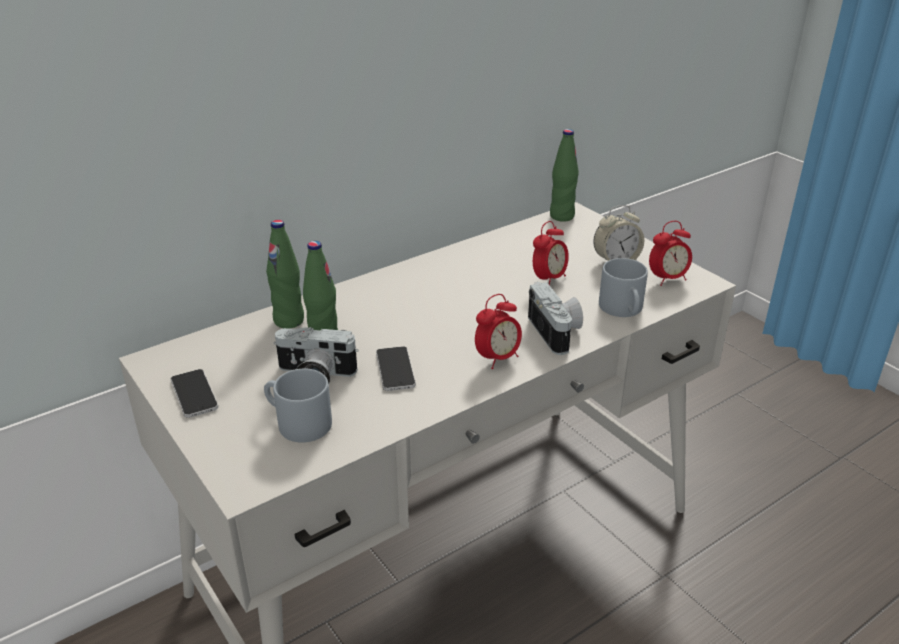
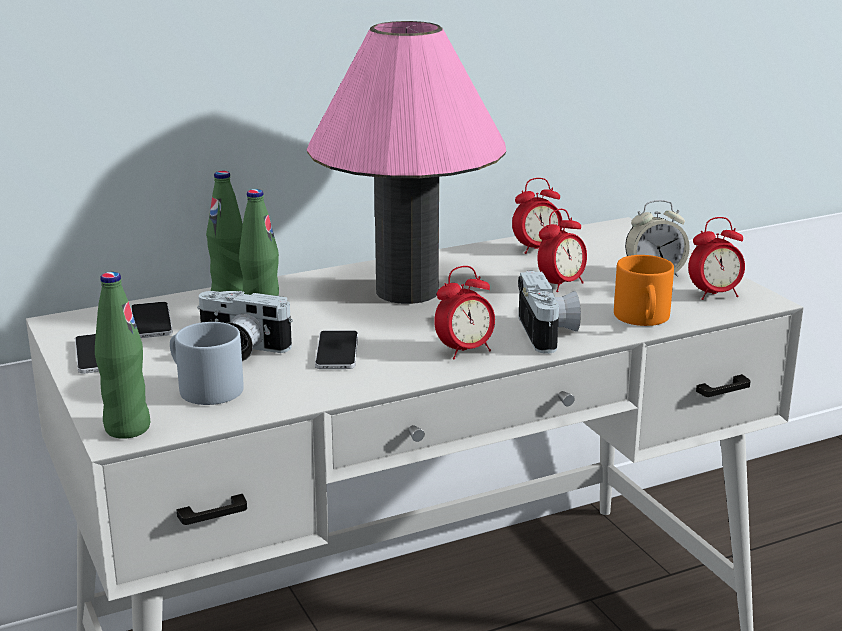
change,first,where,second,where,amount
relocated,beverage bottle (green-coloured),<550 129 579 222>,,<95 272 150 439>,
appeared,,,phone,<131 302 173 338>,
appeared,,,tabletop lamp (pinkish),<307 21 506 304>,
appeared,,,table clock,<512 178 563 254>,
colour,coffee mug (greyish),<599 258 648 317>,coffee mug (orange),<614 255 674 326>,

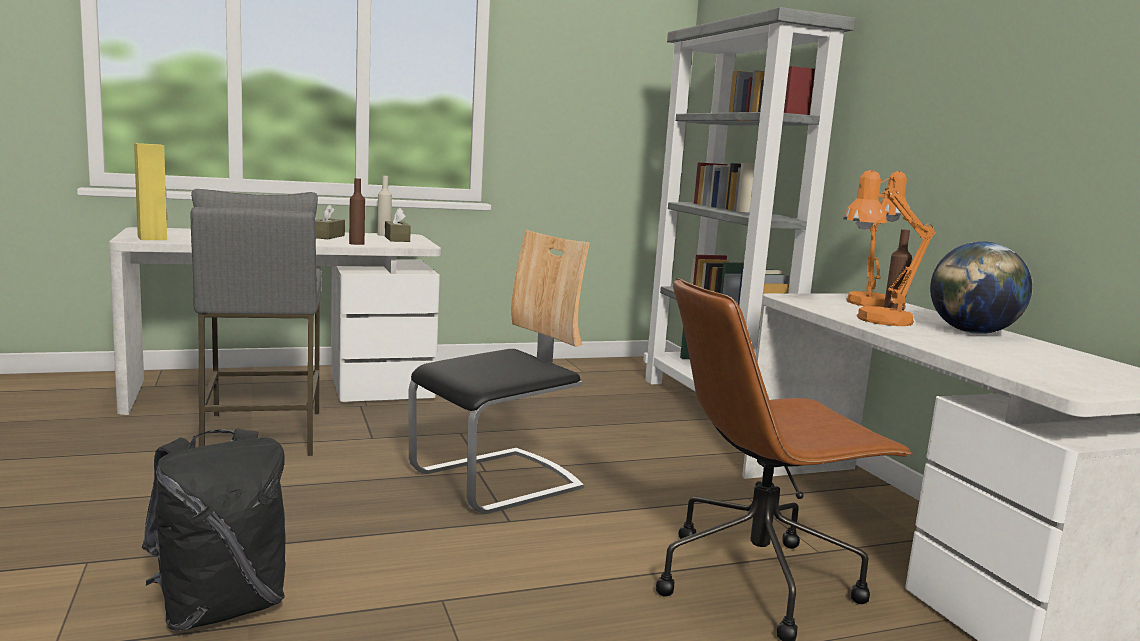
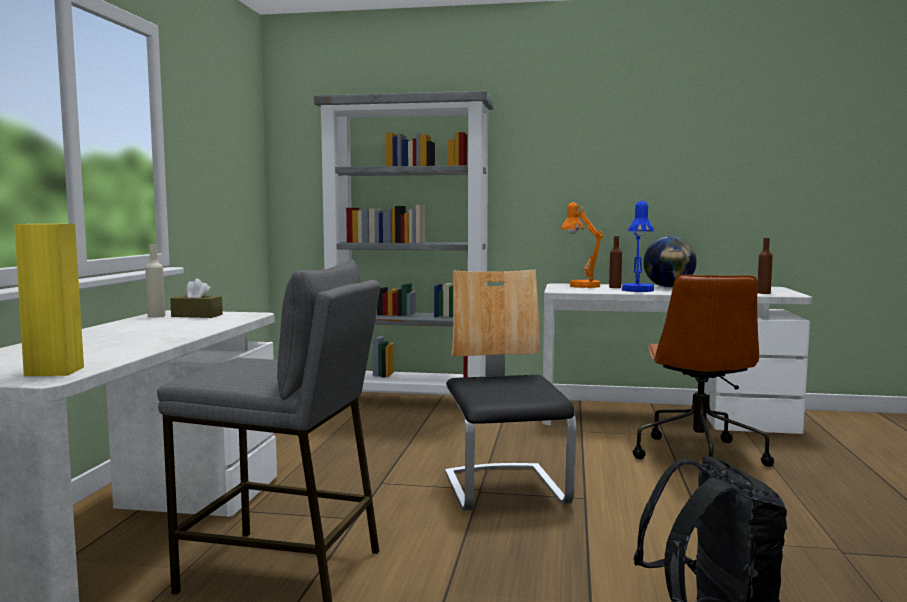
change,first,where,second,where,amount
colour,tabletop lamp (orange),<843 170 936 326>,tabletop lamp (blue-coloured),<622 201 654 292>,
relocated,beverage bottle (brown-coloured),<349 178 365 245>,,<757 238 773 294>,
missing,box of tissues (brown-coloured),<315 204 345 239>,,,

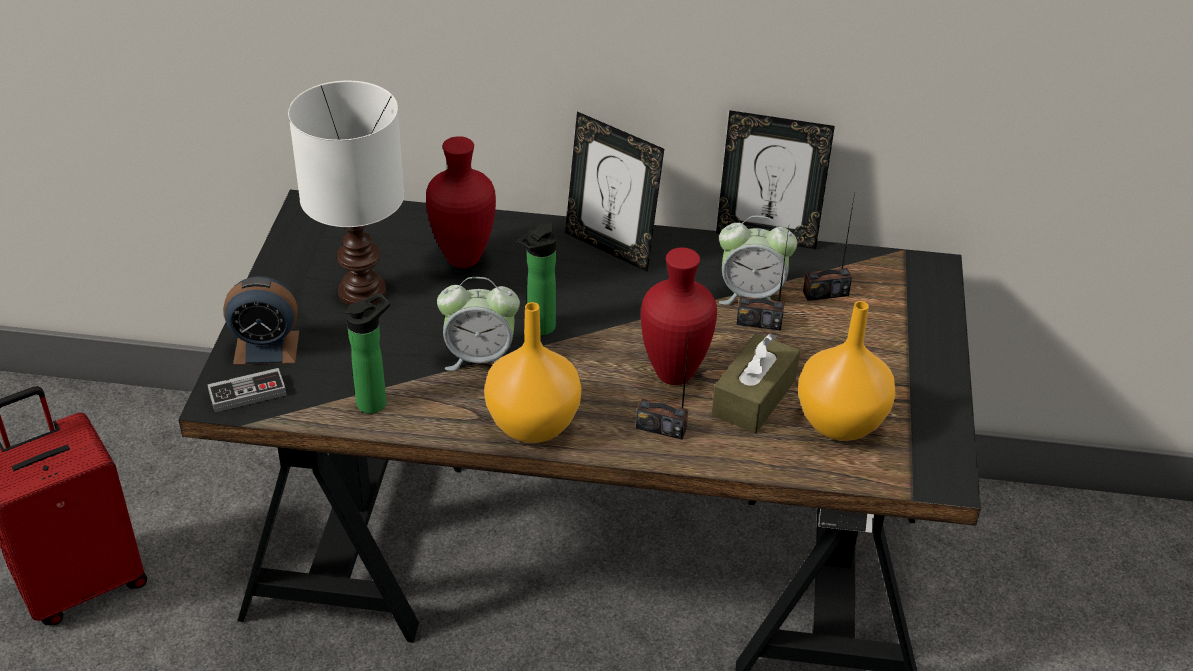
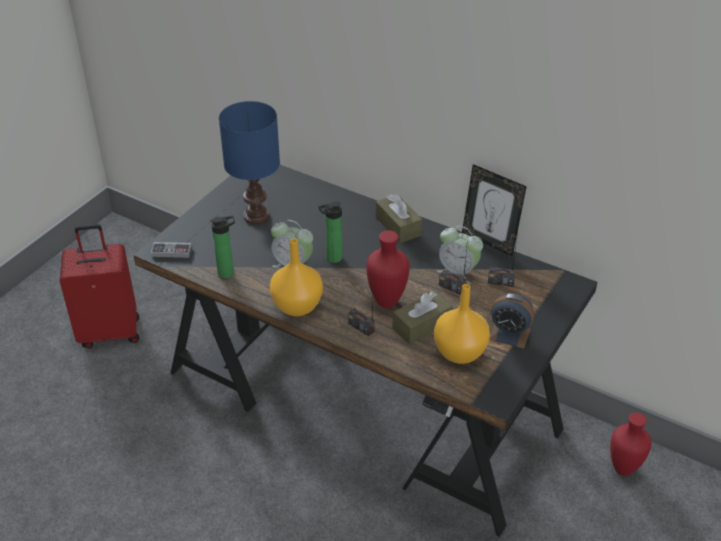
change,first,where,second,where,amount
colour,tabletop lamp (whitish),<288 81 404 305>,tabletop lamp (blue-coloured),<219 101 280 224>,
exchanged,standing frame,<565 112 664 272>,box of tissues (brown-coloured),<376 194 422 243>,
relocated,table clock,<223 276 299 365>,,<489 293 535 349>,
relocated,flower vase (reddish),<426 136 496 268>,,<610 412 652 476>,

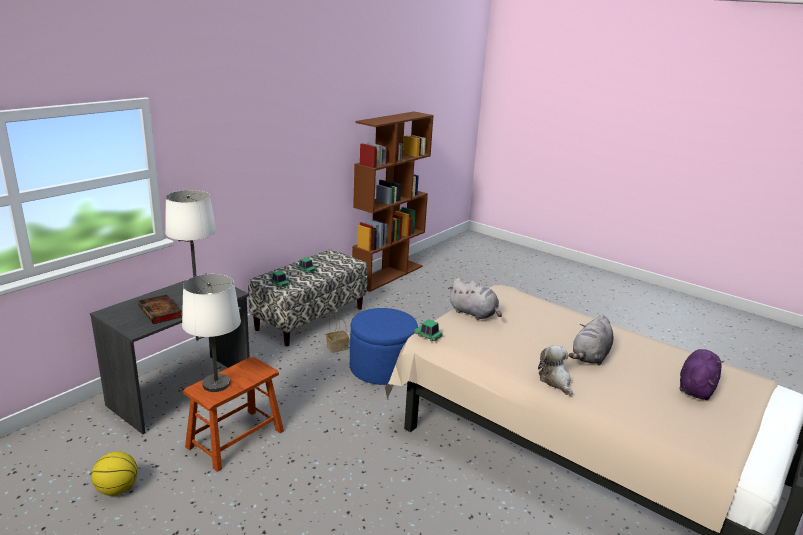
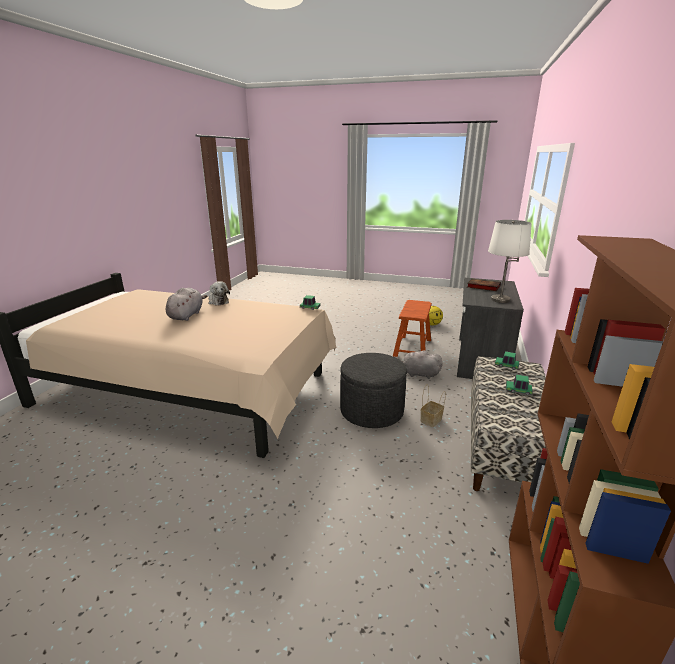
change,first,where,second,where,amount
colour,ottoman (blue-coloured),<350 308 418 385>,ottoman (greyish),<340 353 407 428>,
relocated,soft toy (greyish),<448 277 502 320>,,<397 350 442 379>,
missing,tabletop lamp (whitish),<182 274 241 392>,,,
missing,soft toy (purplish),<680 349 724 400>,,,

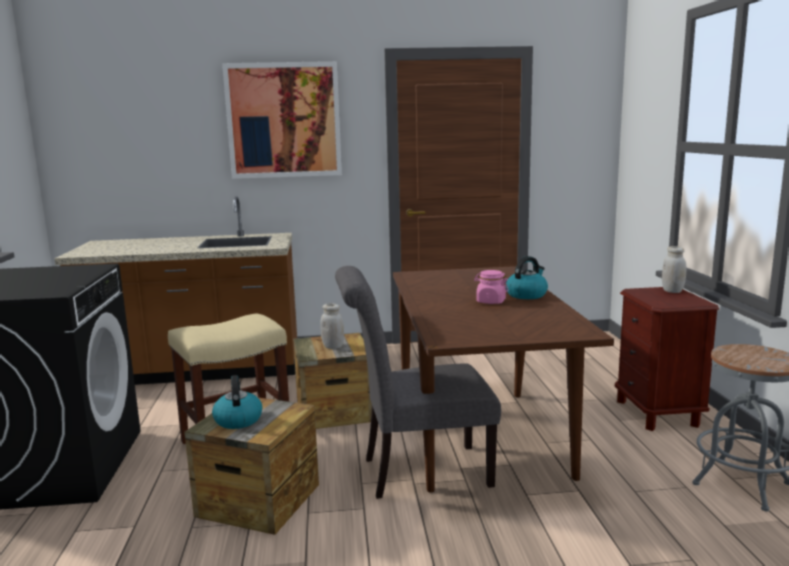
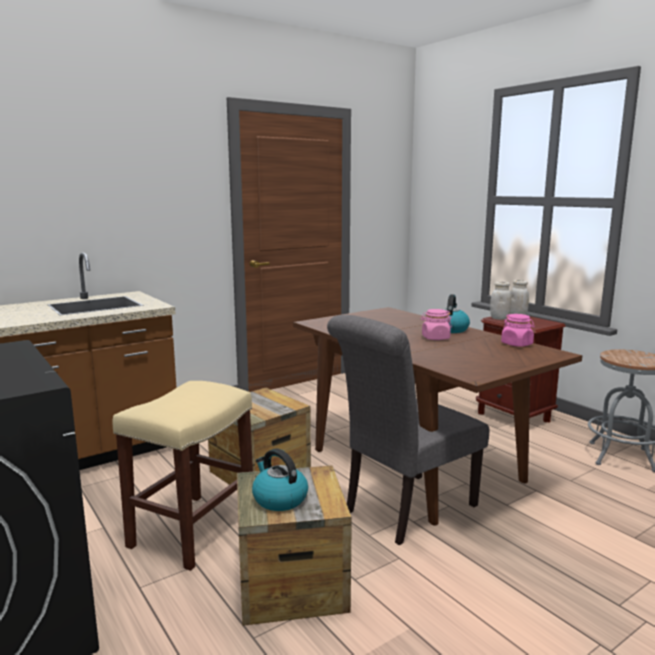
change,first,where,second,where,amount
relocated,jar (whitish),<320 303 344 349>,,<490 282 511 320>,
appeared,,,jar (pinkish),<501 314 535 347>,
missing,wall picture,<222 61 342 179>,,,

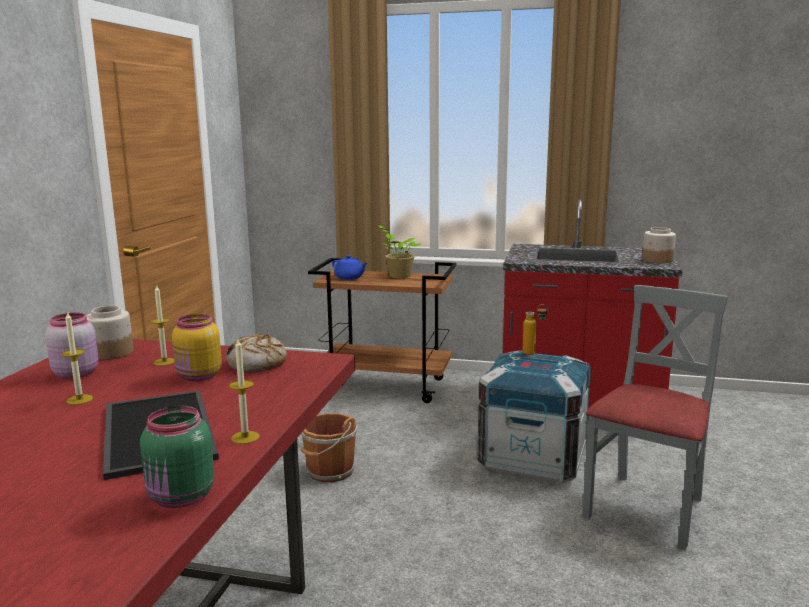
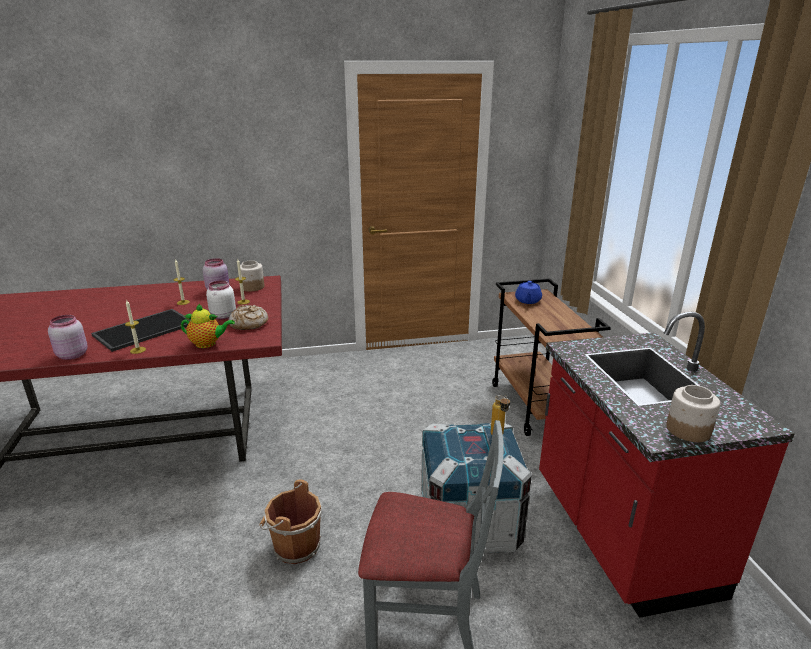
change,first,where,second,where,amount
colour,jar (green-coloured),<140 406 214 508>,jar (pinkish),<48 315 88 360>,
appeared,,,teapot,<181 304 235 348>,
colour,jar (yellow),<172 314 222 381>,jar (whitish),<206 280 236 319>,
relocated,water bucket (brown-coloured),<297 413 357 482>,,<259 479 322 564>,
missing,potted plant,<378 225 421 279>,,,

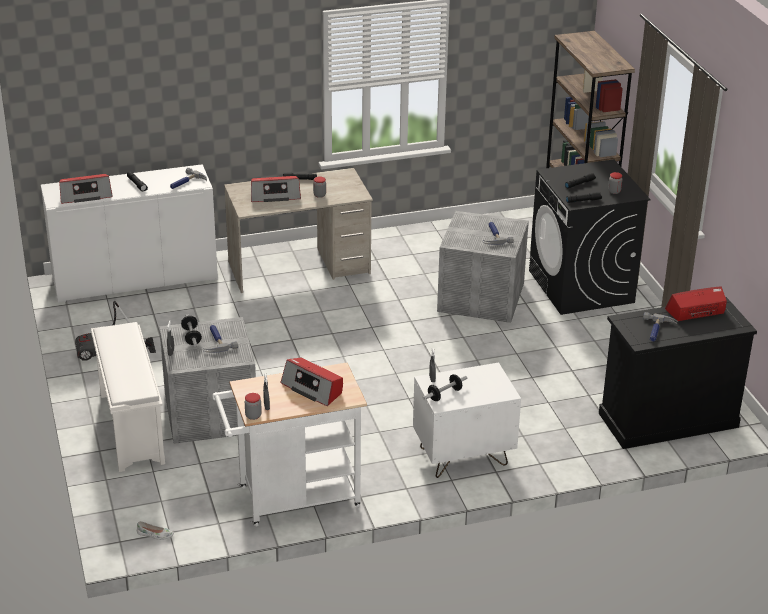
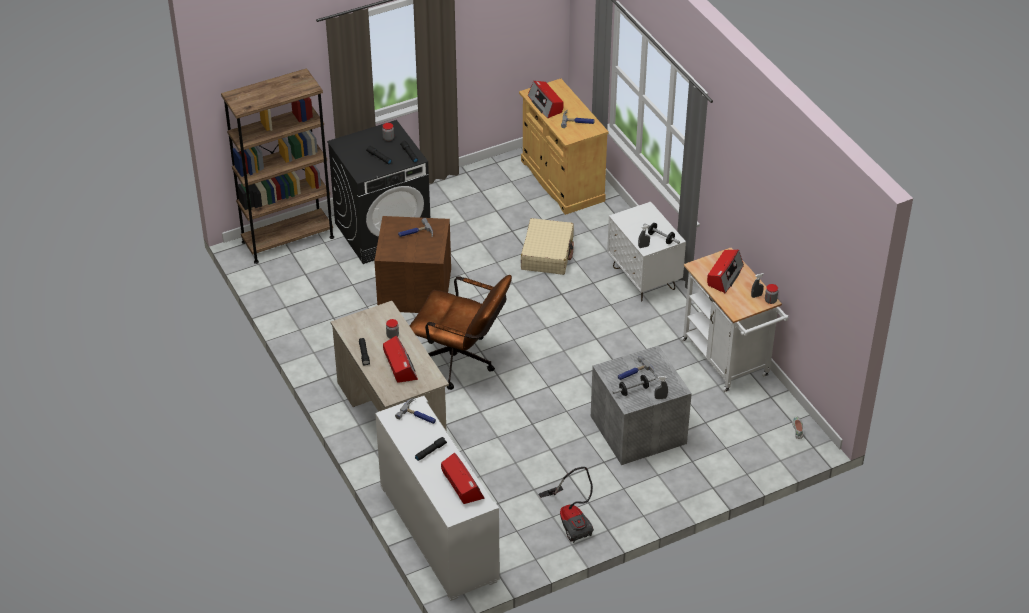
change,first,where,second,where,amount
colour,storage box (greyish),<437 211 529 323>,storage box (brown-coloured),<374 216 451 313>,
appeared,,,desk chair (brown-coloured),<410 275 512 390>,
colour,cabinet (black-coloured),<599 297 757 449>,cabinet (beige-coloured),<519 79 609 215>,
appeared,,,travel case (beige-coloured),<521 218 574 275>,
missing,shoe stand (whitish),<91 322 165 472>,,,

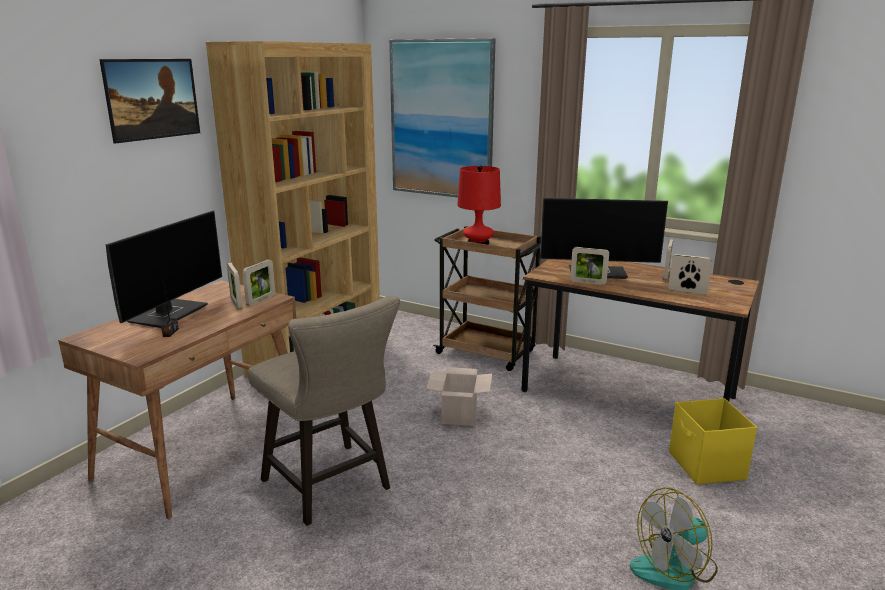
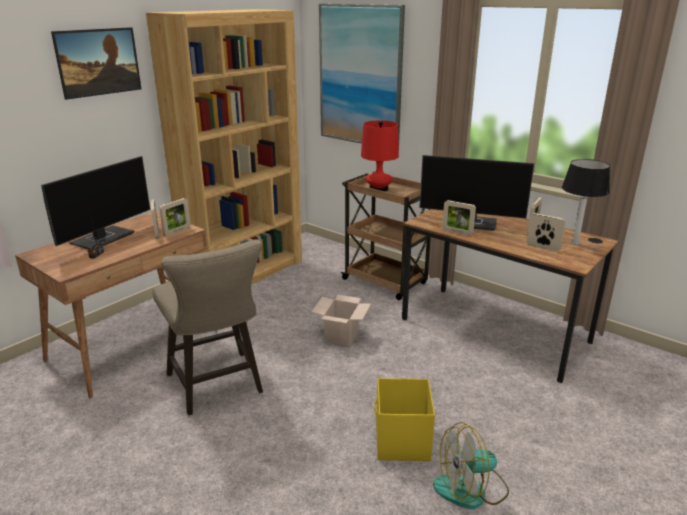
change,first,where,second,where,amount
relocated,storage box (yellow),<669 398 757 485>,,<374 378 435 461>,
appeared,,,tabletop lamp,<562 159 610 245>,

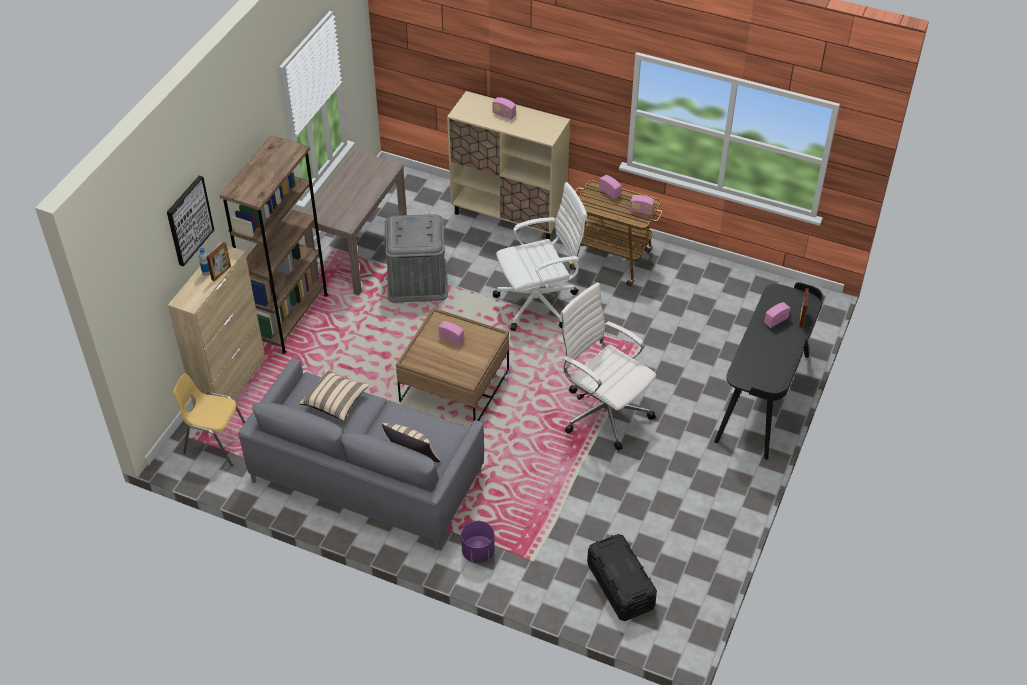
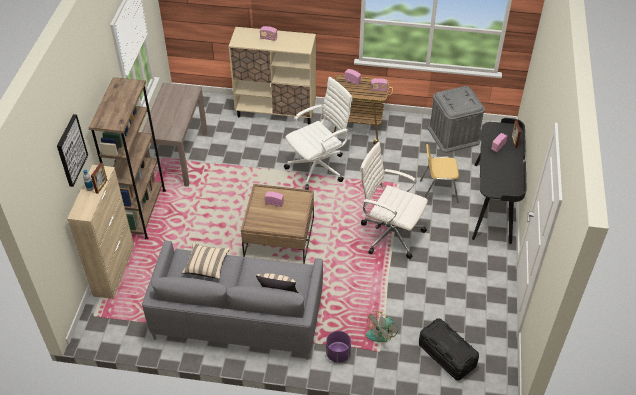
change,first,where,second,where,amount
appeared,,,cooling fan,<366 311 398 342>,
relocated,upright chair (yellow),<173 373 245 466>,,<420 144 459 203>,
relocated,storage box (greyish),<385 214 448 302>,,<428 86 485 153>,

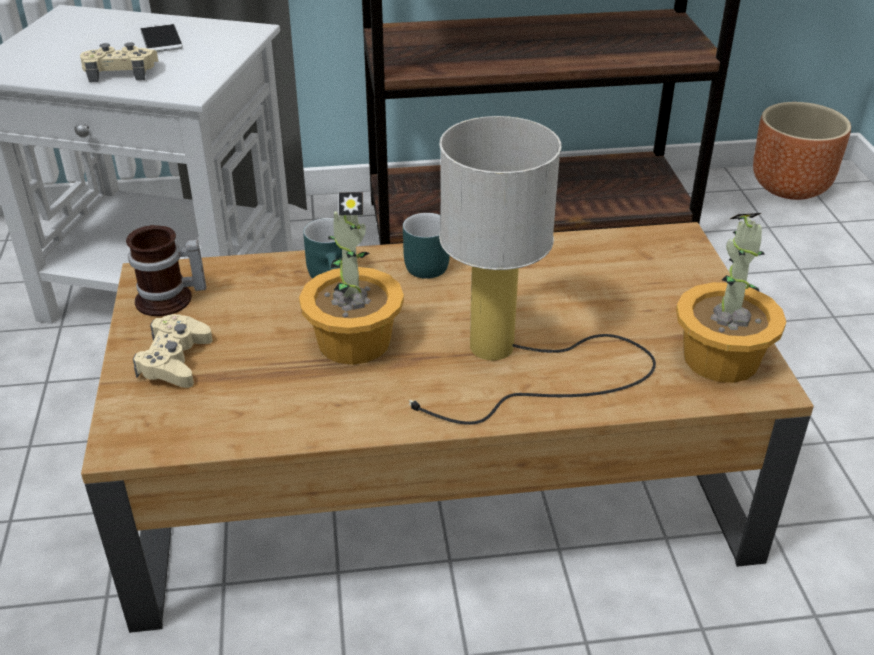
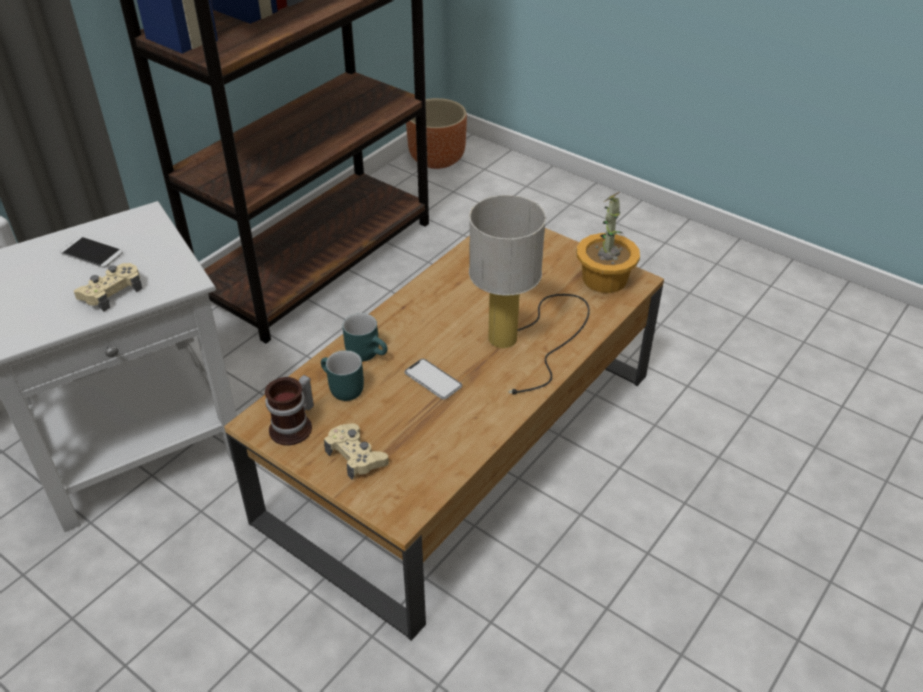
change,first,where,second,where,amount
relocated,coffee mug (turquoise-coloured),<403 213 450 279>,,<321 350 364 401>,
exchanged,potted plant,<299 192 404 365>,phone,<405 359 462 400>,

